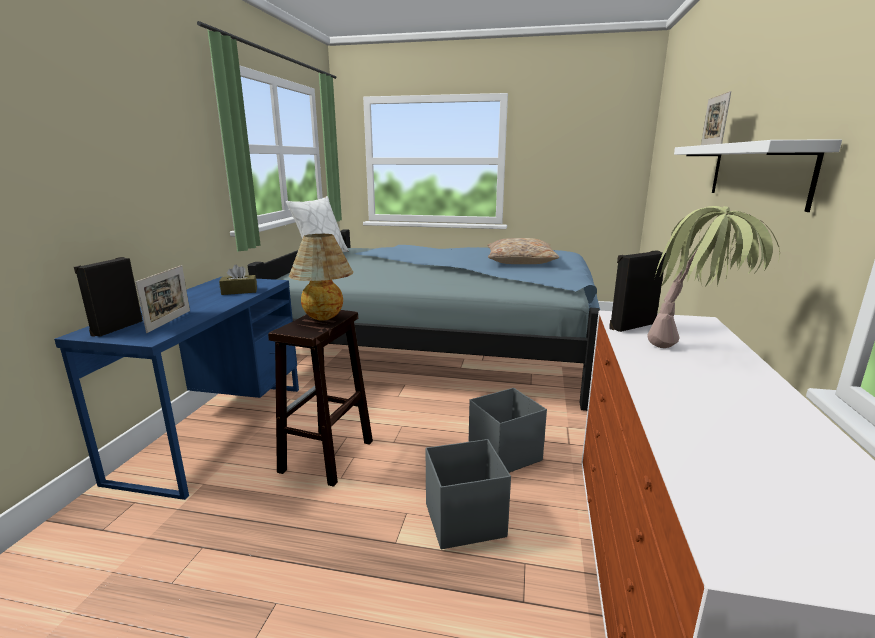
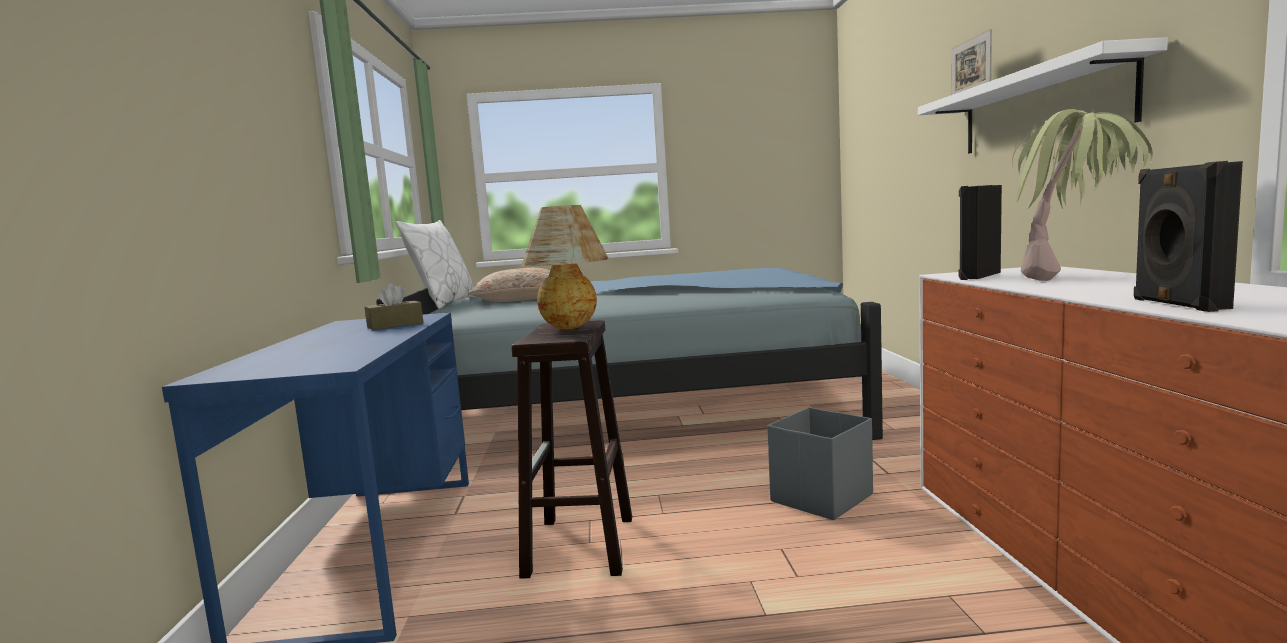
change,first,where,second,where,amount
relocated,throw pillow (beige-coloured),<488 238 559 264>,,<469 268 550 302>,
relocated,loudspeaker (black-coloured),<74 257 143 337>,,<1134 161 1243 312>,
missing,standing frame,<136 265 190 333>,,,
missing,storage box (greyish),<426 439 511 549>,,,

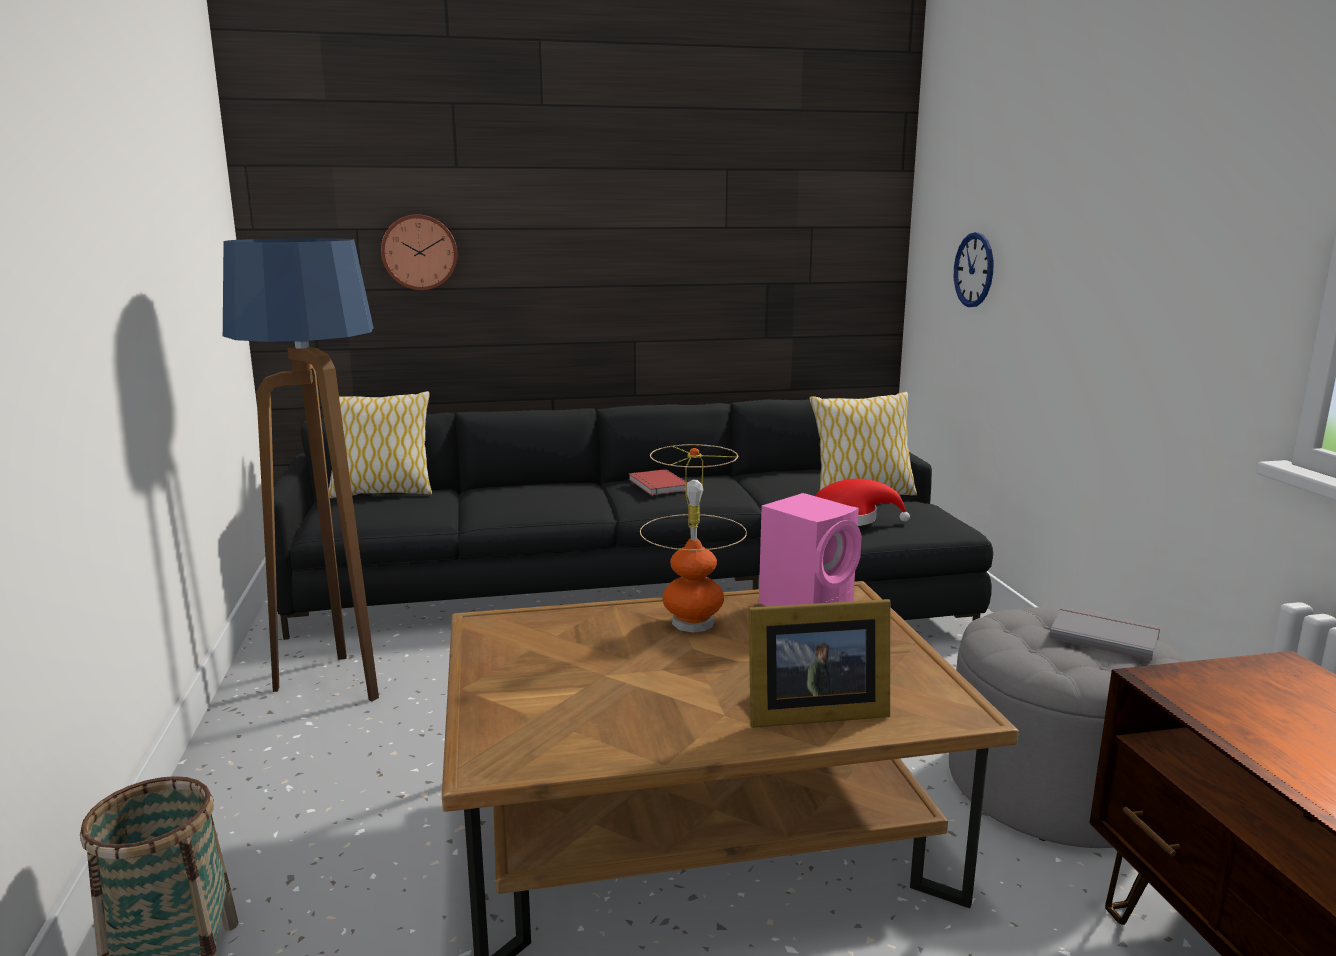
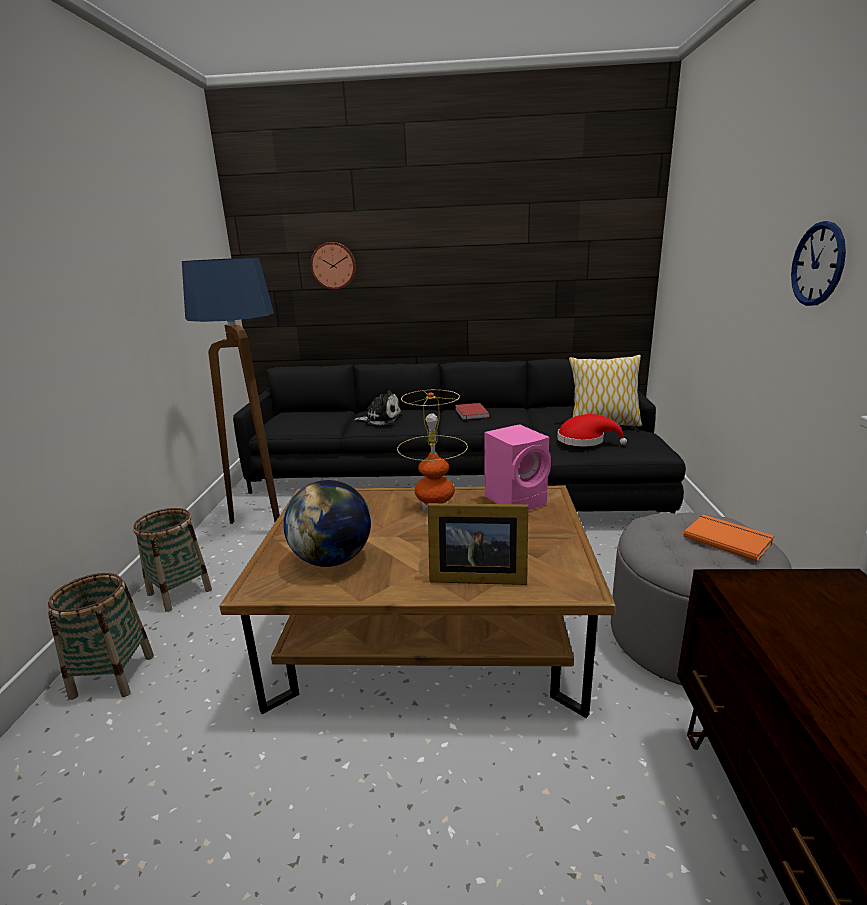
change,first,where,second,where,amount
appeared,,,basket,<133 508 212 612>,
appeared,,,globe,<283 480 371 567>,
appeared,,,soft toy,<354 390 402 425>,
colour,volume (greyish),<1049 607 1160 661>,volume (orange),<683 514 774 562>,
relocated,hanging clock,<954 232 993 307>,,<791 221 846 306>,
missing,throw pillow,<329 391 432 498>,,,

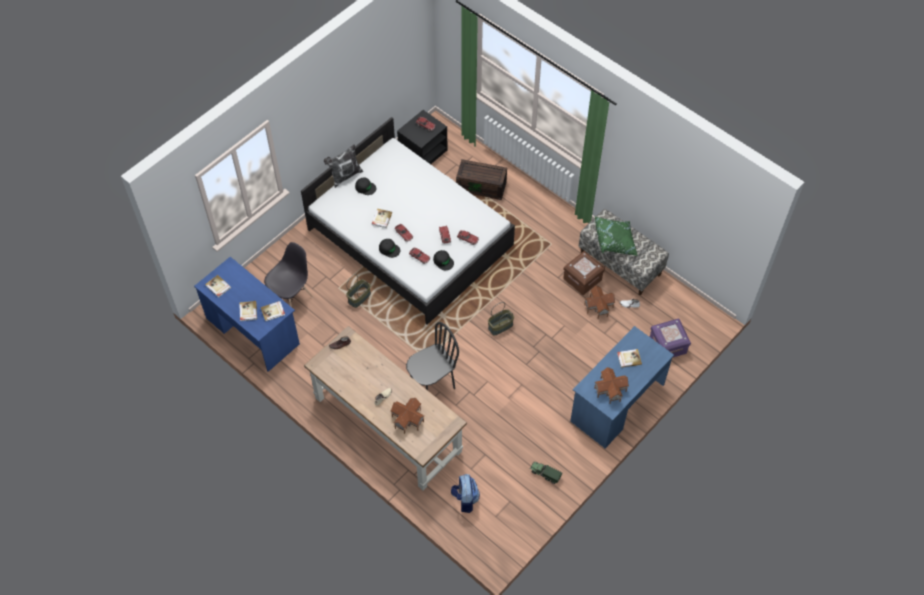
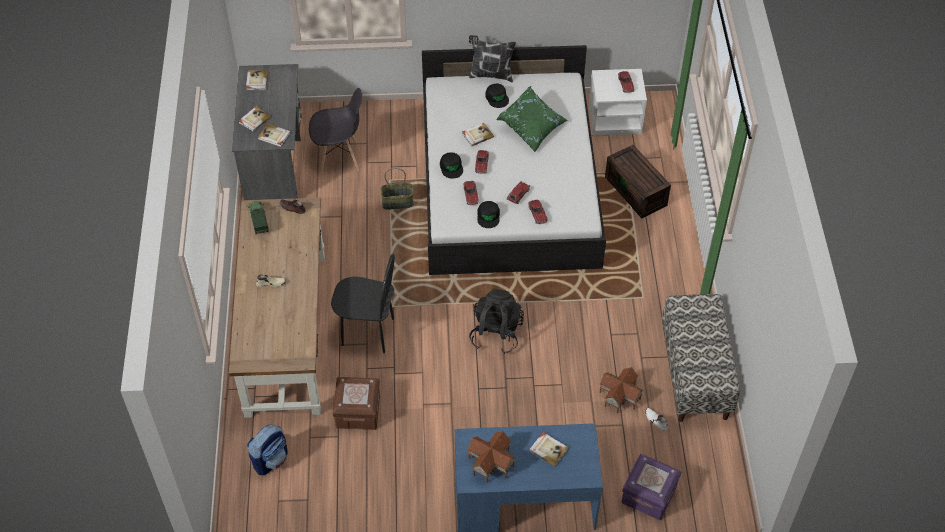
change,first,where,second,where,amount
colour,desk unit (blue-coloured),<194 257 300 372>,desk unit (greyish),<232 64 302 200>,
relocated,model truck,<530 462 562 484>,,<248 201 269 234>,
relocated,storage box (brown-coloured),<563 251 605 295>,,<333 377 380 430>,
exchanged,basket,<488 302 514 336>,backpack (black-coloured),<469 289 524 354>,
relocated,throw pillow (green-coloured),<595 217 638 256>,,<496 86 568 152>,
colour,nightstand (black-coloured),<397 110 448 164>,nightstand (whitish),<589 69 647 136>,
missing,model house,<390 398 425 434>,,,

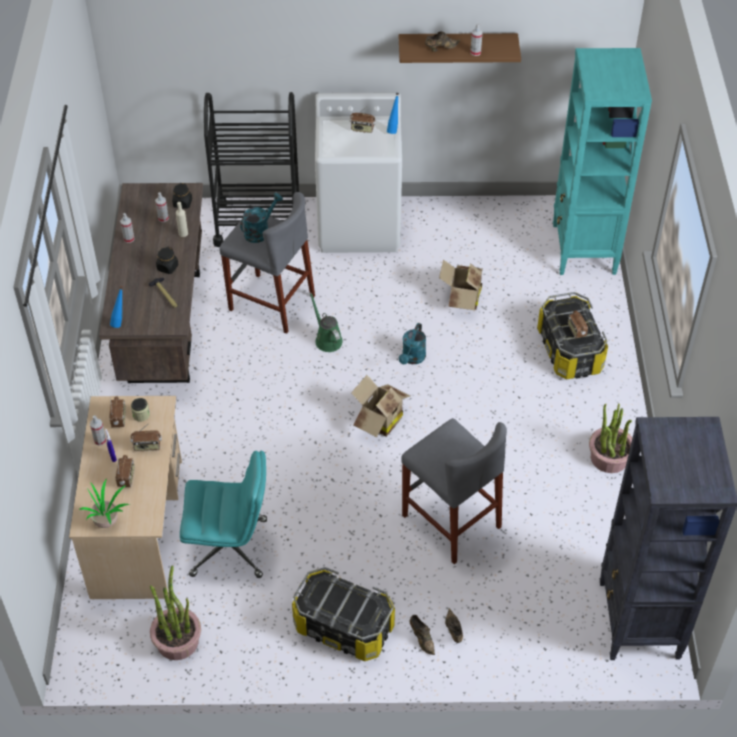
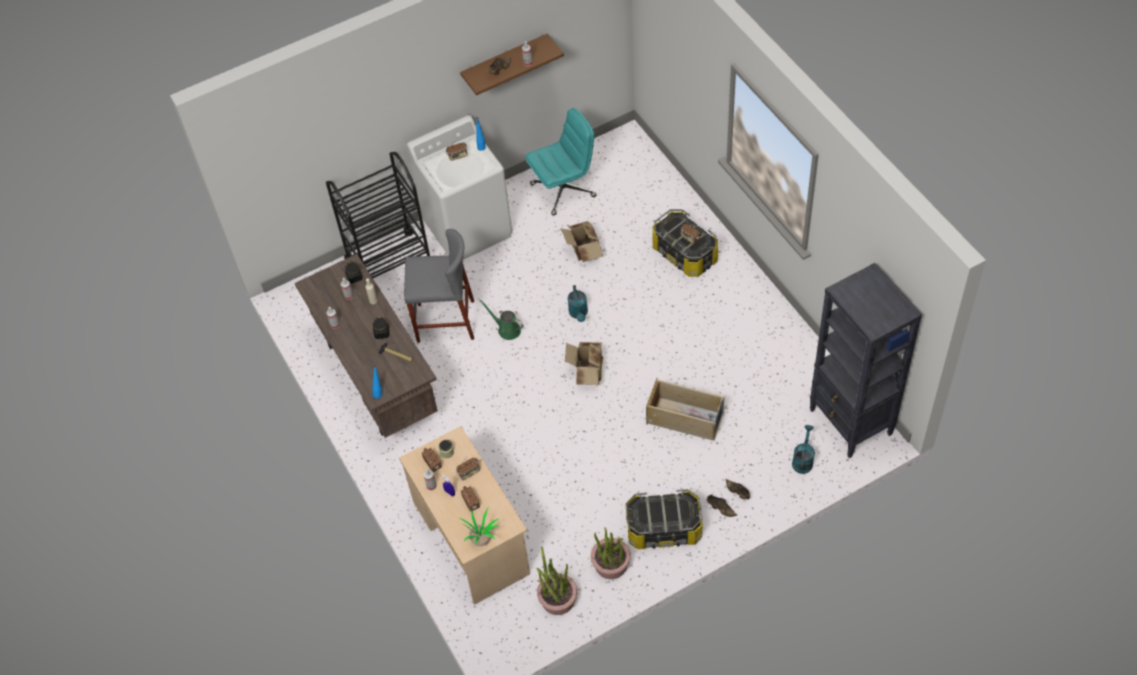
change,first,where,second,where,amount
relocated,desk chair (turquoise-coloured),<180 450 267 578>,,<526 108 597 216>,
relocated,potted plant,<589 403 632 473>,,<591 527 631 579>,
exchanged,stool (greyish),<401 418 507 564>,storage box (beige-coloured),<646 378 725 441>,
relocated,watering pot (turquoise-coloured),<240 193 283 243>,,<792 425 815 474>,
missing,shelving unit (turquoise-coloured),<553 48 652 275>,,,

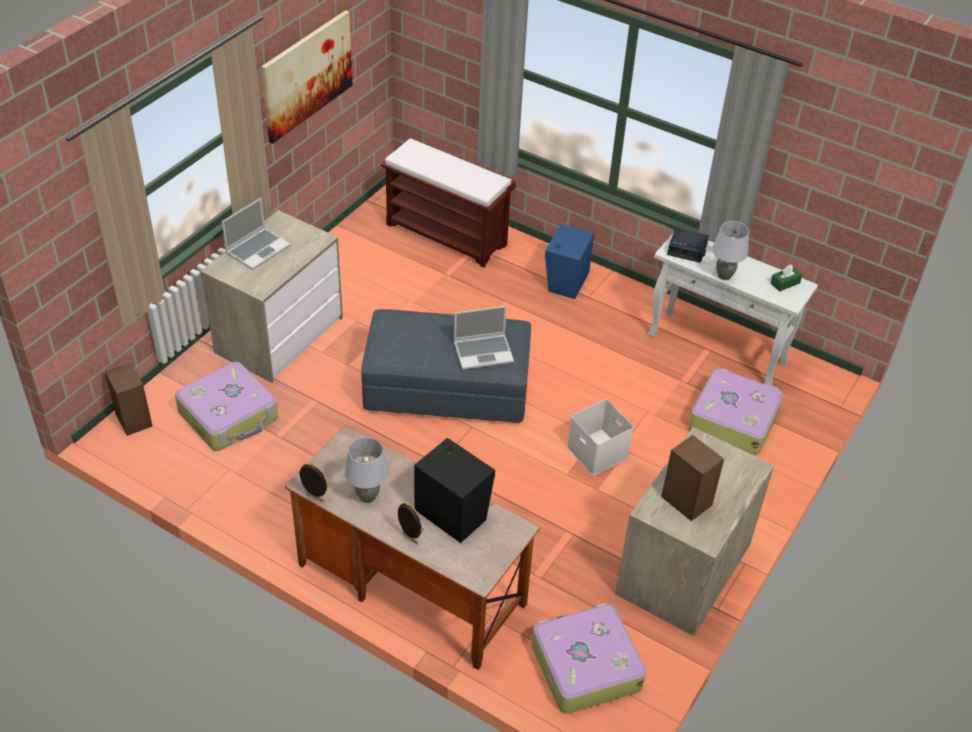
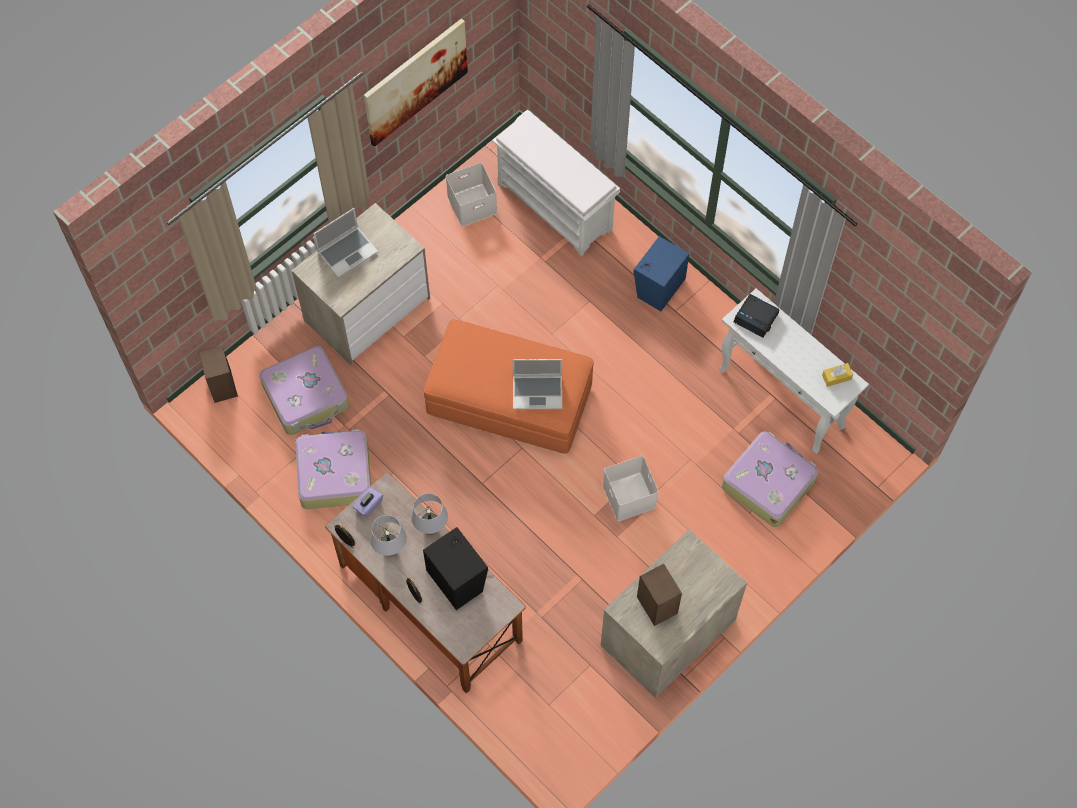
change,first,where,second,where,amount
relocated,travel case,<532 603 646 714>,,<295 429 371 509>,
appeared,,,box of tissues (purplish),<352 487 383 518>,
relocated,tabletop lamp (greyish),<712 221 749 280>,,<411 493 448 535>,
colour,ottoman (greyish),<361 309 531 423>,ottoman (orange),<424 320 593 454>,
appeared,,,storage box (whitish),<446 163 497 227>,
colour,long seat (brown-coloured),<381 138 516 268>,long seat (whitish),<492 109 620 256>,
colour,box of tissues (green-coloured),<770 265 803 292>,box of tissues (yellow),<822 363 853 387>,

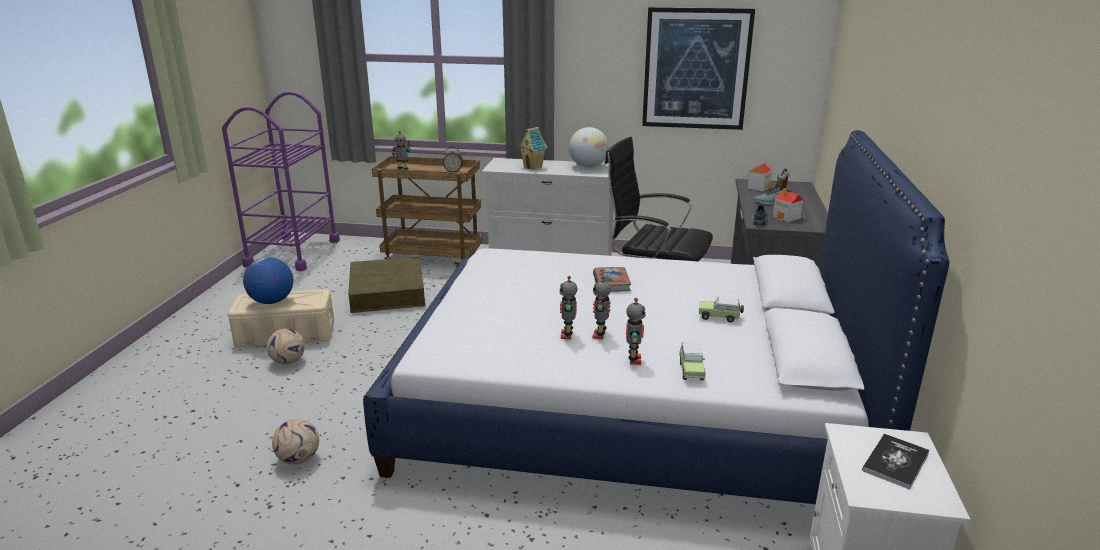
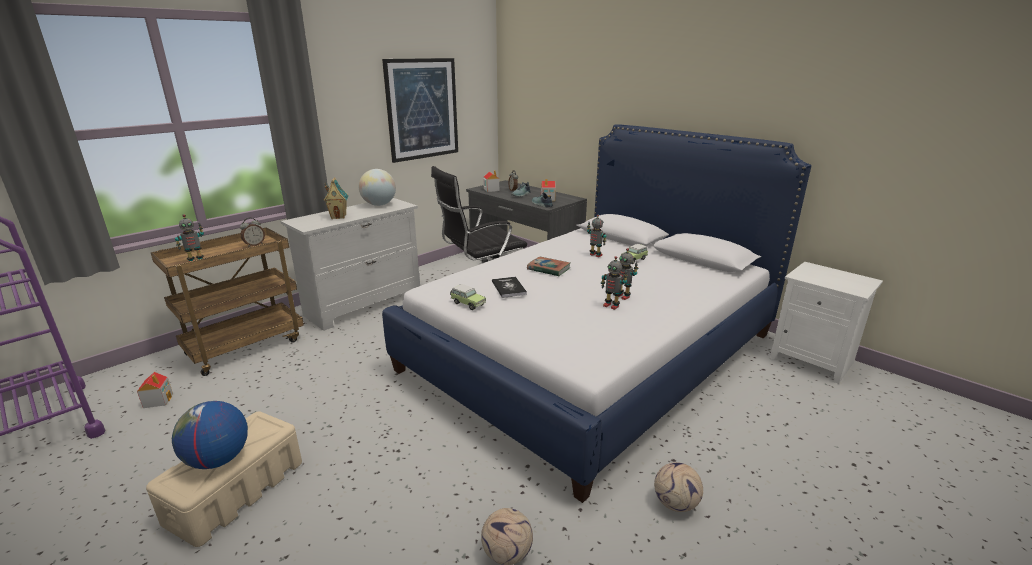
change,first,where,second,where,amount
appeared,,,model house,<137 372 173 408>,
relocated,toy car,<679 343 706 380>,,<450 284 486 310>,
relocated,volume,<862 434 929 490>,,<492 277 527 298>,
relocated,robot figure,<626 298 646 365>,,<587 214 607 257>,
relocated,football ball,<267 329 305 365>,,<654 462 703 512>,
missing,storage box (brown-coloured),<348 256 425 313>,,,

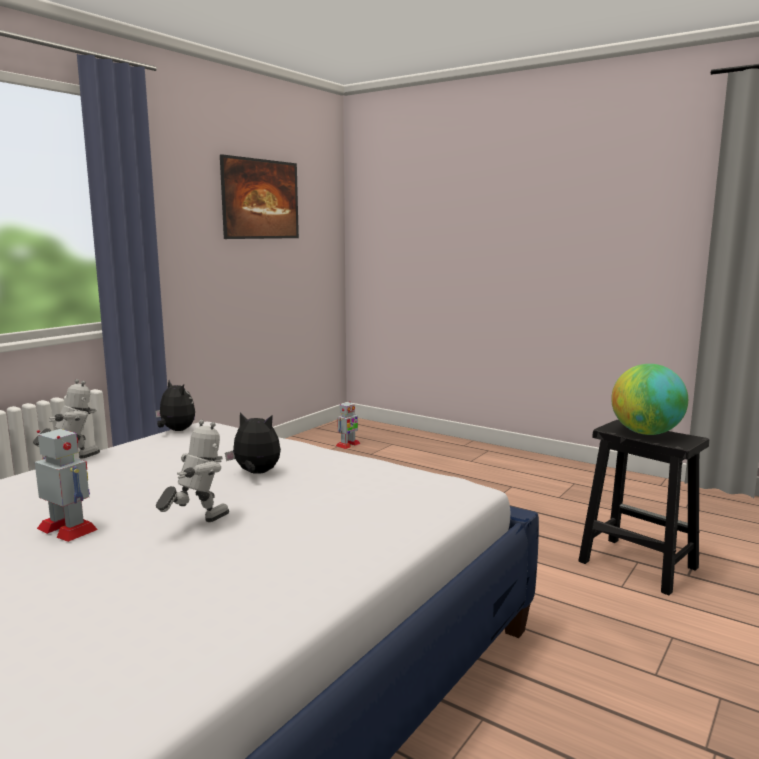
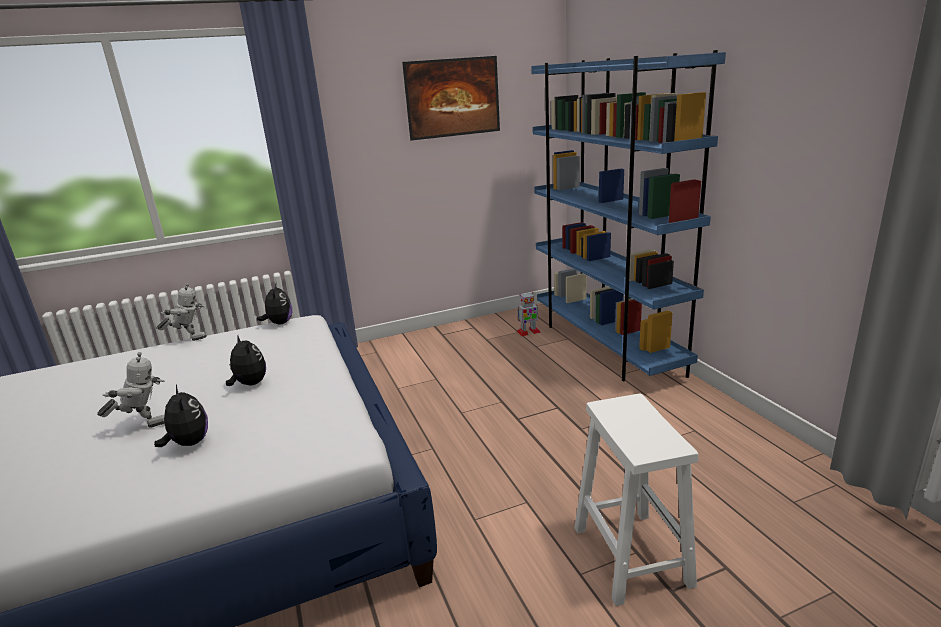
change,first,where,second,where,amount
appeared,,,soft toy,<154 384 208 447>,
appeared,,,shelving unit (blue-coloured),<531 50 726 381>,
colour,stool (black-coloured),<578 420 709 595>,stool (whitish),<574 394 699 606>,
missing,robot figure,<35 429 98 542>,,,
missing,globe,<611 364 688 435>,,,

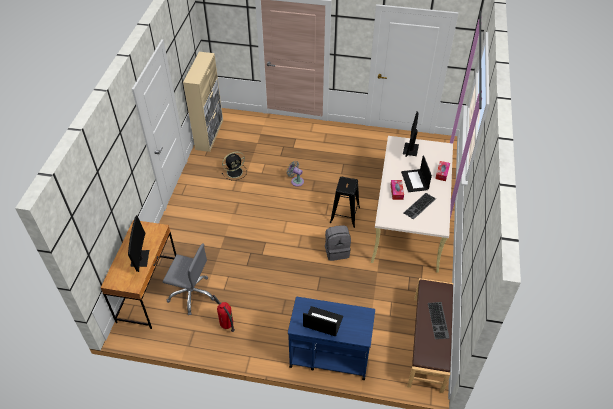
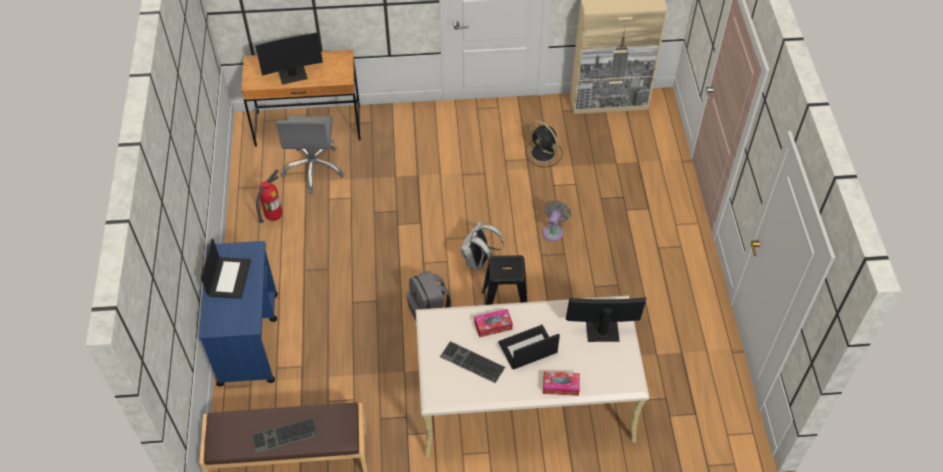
change,first,where,second,where,amount
appeared,,,backpack (whitish),<461 221 504 271>,

